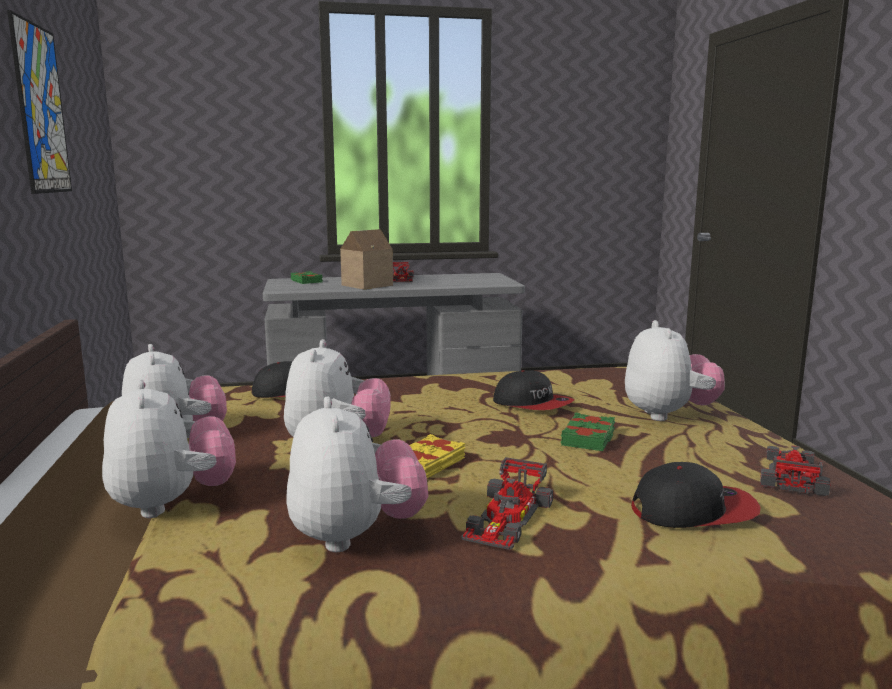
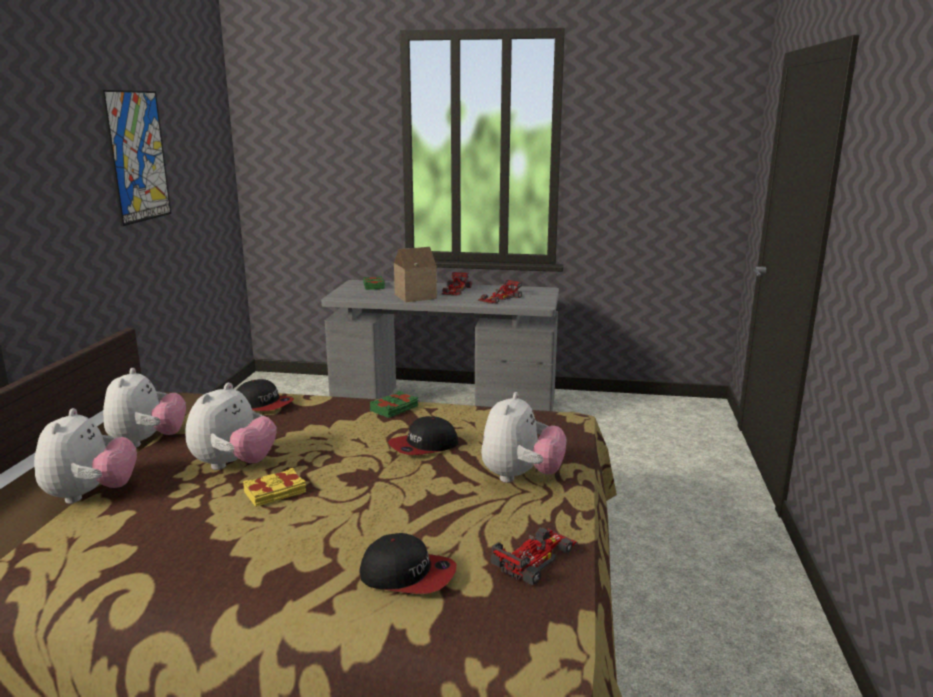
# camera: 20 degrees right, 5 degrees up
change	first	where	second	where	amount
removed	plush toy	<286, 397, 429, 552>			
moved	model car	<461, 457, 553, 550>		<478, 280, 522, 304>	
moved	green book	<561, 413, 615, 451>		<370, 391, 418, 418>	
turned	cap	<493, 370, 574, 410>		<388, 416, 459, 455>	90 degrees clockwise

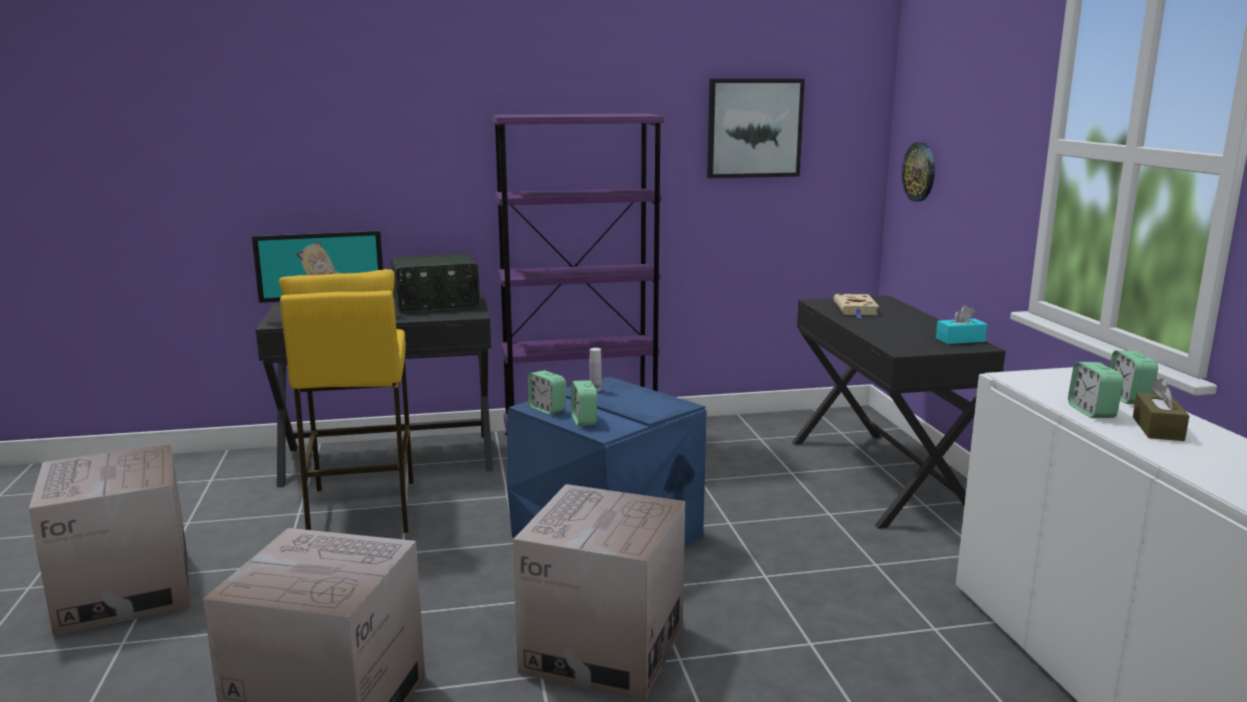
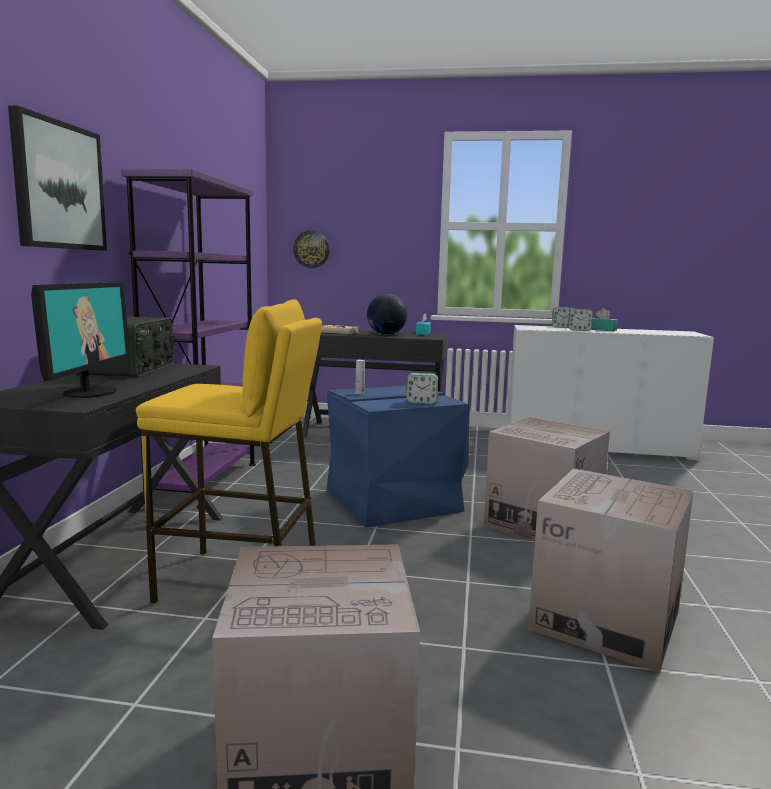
# camera: 70 degrees left, 5 degrees down
change	first	where	second	where	amount
removed	table clock	<528, 370, 566, 415>			
added			world globe	<367, 294, 407, 335>	
moved	wall picture	<707, 79, 805, 178>		<8, 106, 107, 251>	
recoloured	brownish tissue holder	<1133, 378, 1189, 441>	turquoise tissue holder	<591, 308, 618, 331>	

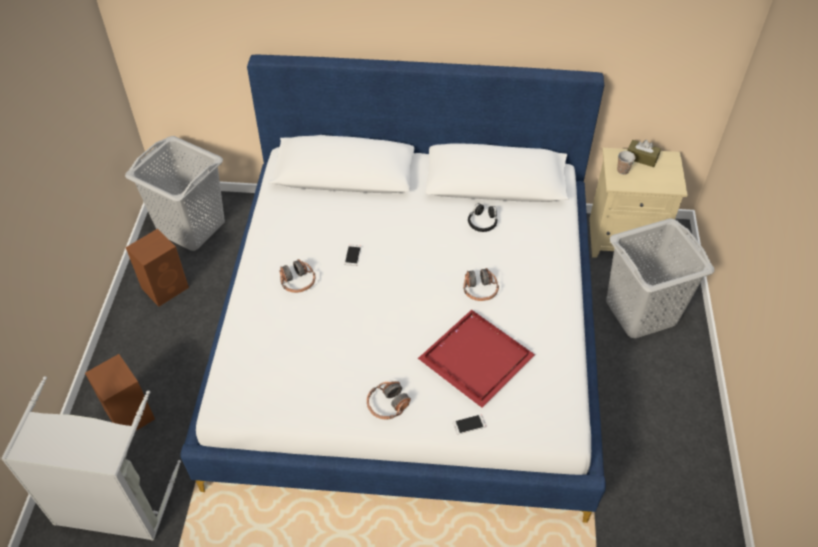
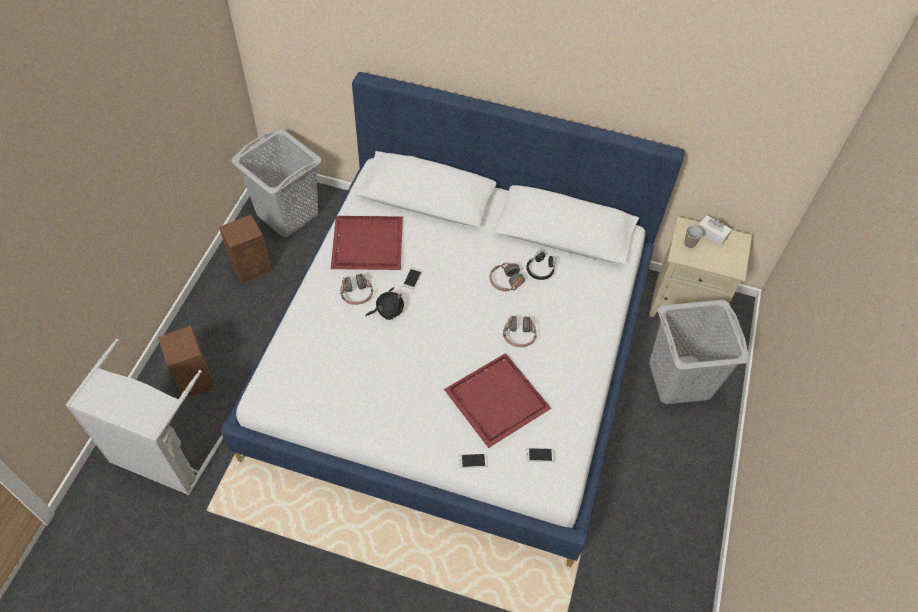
# camera: 10 degrees right, 5 degrees up
change	first	where	second	where	amount
added			reddish serving tray	<331, 216, 403, 270>	
added			black-coloured plush toy	<365, 287, 404, 320>	
added			handset	<526, 448, 555, 462>	
moved	headphones	<367, 381, 411, 419>		<490, 262, 525, 291>	
recoloured	brownish tissue holder	<627, 140, 661, 167>	white tissue holder	<698, 215, 732, 246>	

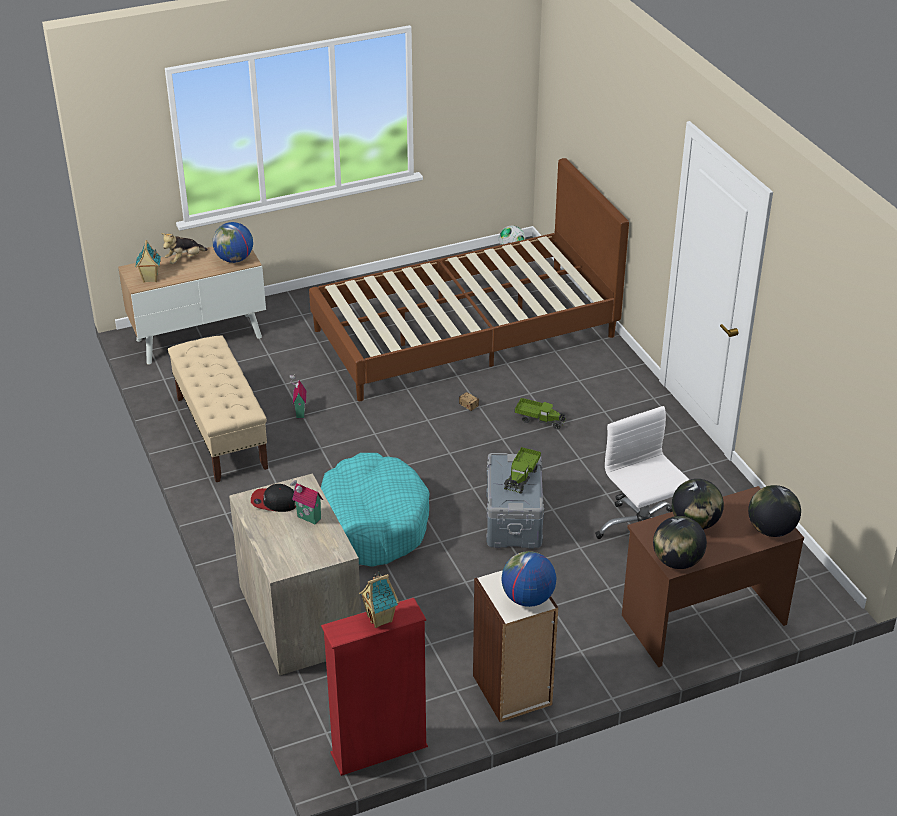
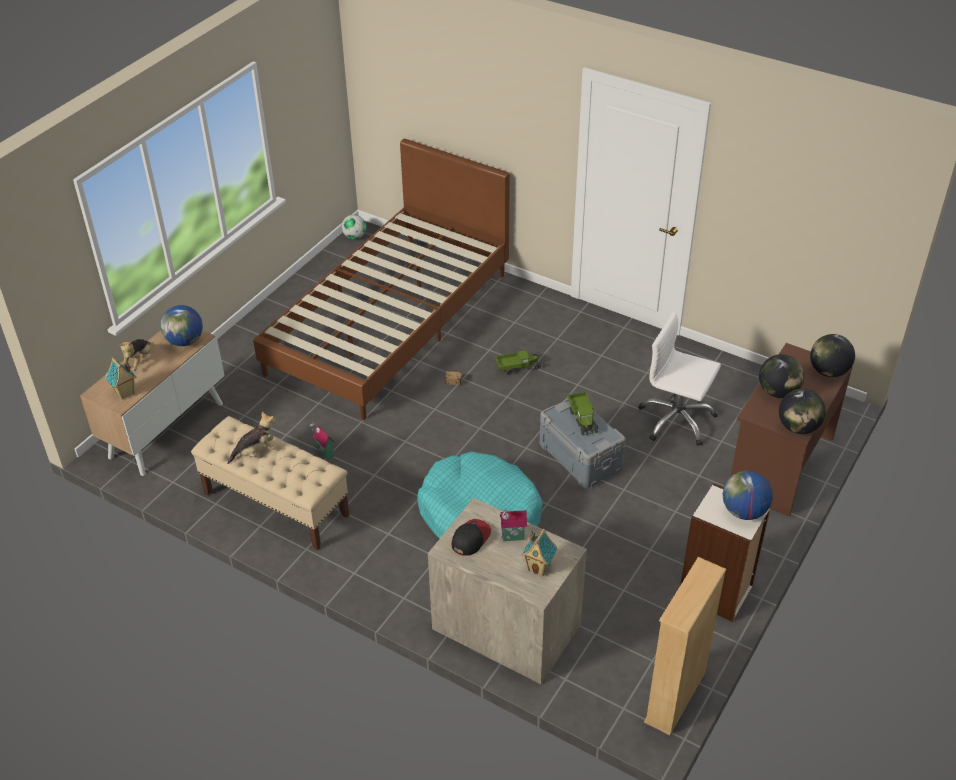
# camera: 35 degrees left, 5 degrees up
change	first	where	second	where	amount
added			plush toy	<227, 412, 276, 464>	
moved	model house	<359, 571, 399, 628>		<522, 529, 557, 576>	
recoloured	reddish bookshelf	<321, 598, 428, 776>	sand-coloured bookshelf	<644, 557, 726, 735>	
turned	cap	<251, 484, 296, 512>		<452, 519, 491, 556>	150 degrees clockwise

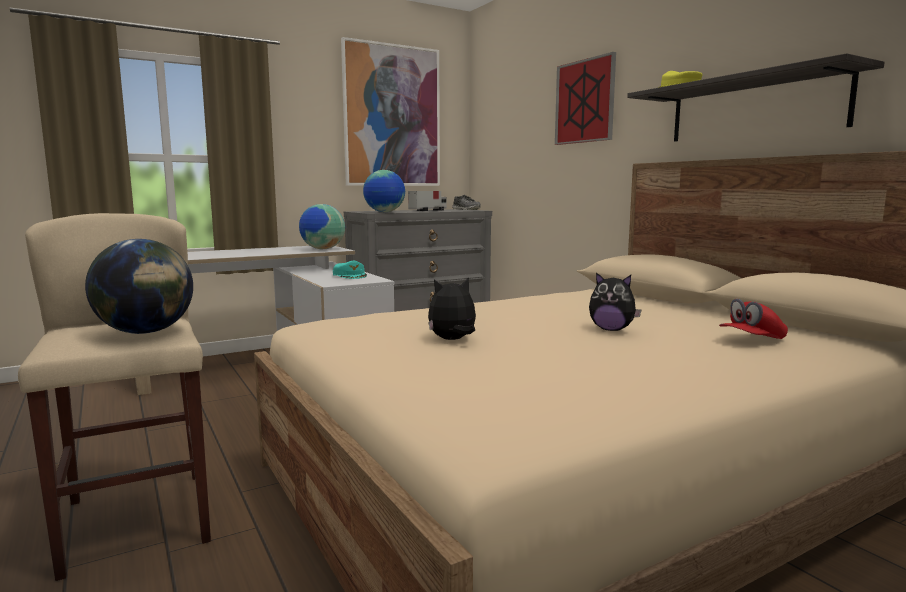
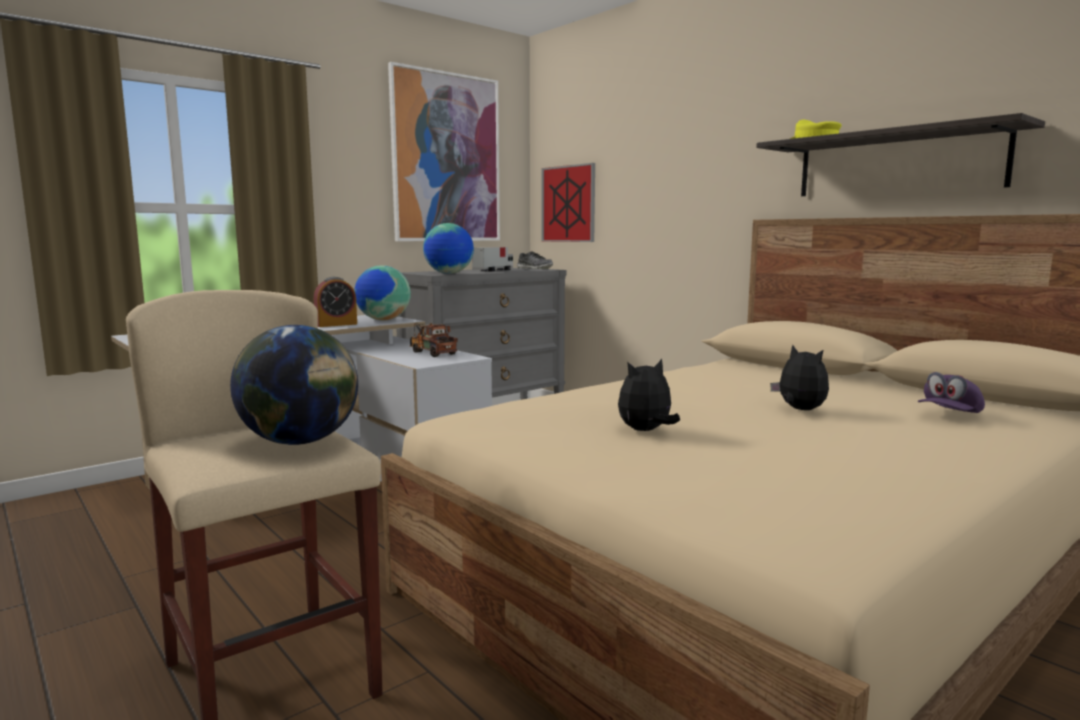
# camera: 10 degrees left, 0 degrees up
change	first	where	second	where	amount
added			table clock	<314, 277, 357, 327>	
moved	wall picture	<555, 52, 616, 145>		<541, 163, 595, 242>	
replaced	turquoise cap	<333, 261, 367, 279>	toy truck	<410, 323, 458, 357>	
recoloured	reddish cap	<719, 299, 788, 339>	purplish cap	<918, 372, 985, 413>	
turned	plush toy	<589, 273, 641, 331>		<770, 345, 829, 410>	135 degrees counterclockwise

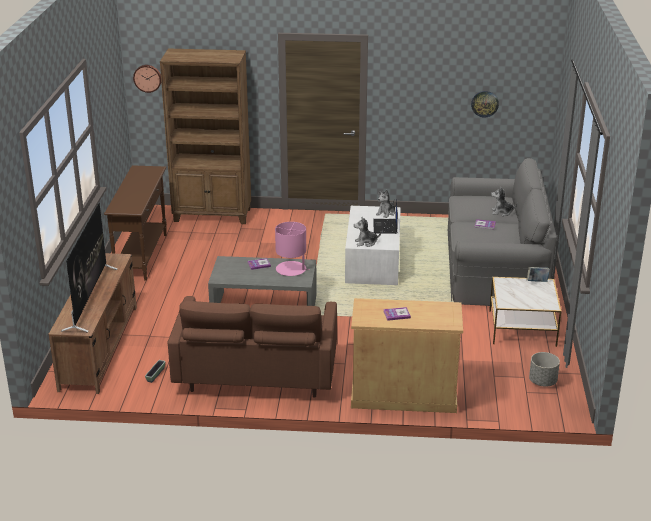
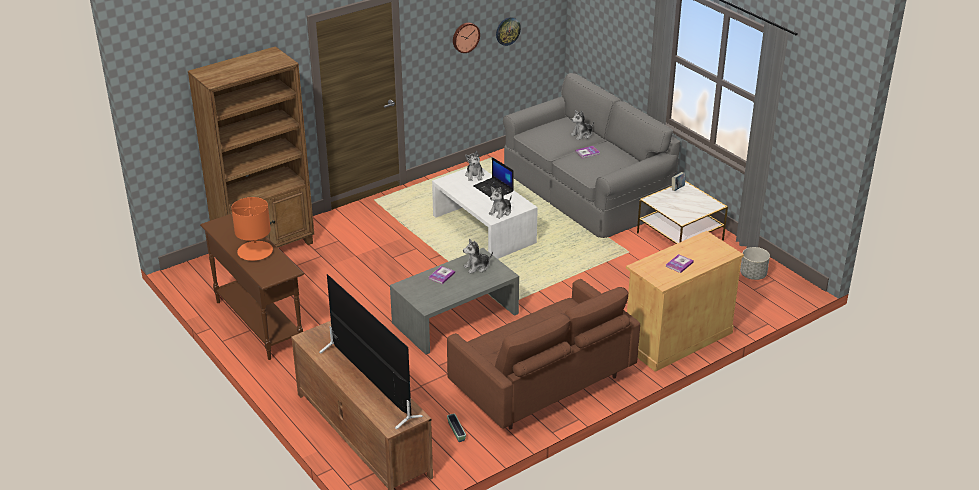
# camera: 40 degrees left, 5 degrees up
change	first	where	second	where	amount
added			orange-coloured lamp for a table	<231, 197, 273, 261>	
moved	hanging clock	<133, 65, 161, 93>		<453, 23, 480, 53>	
replaced	pink-coloured lamp for a table	<275, 222, 310, 276>	plush toy	<463, 239, 493, 274>	

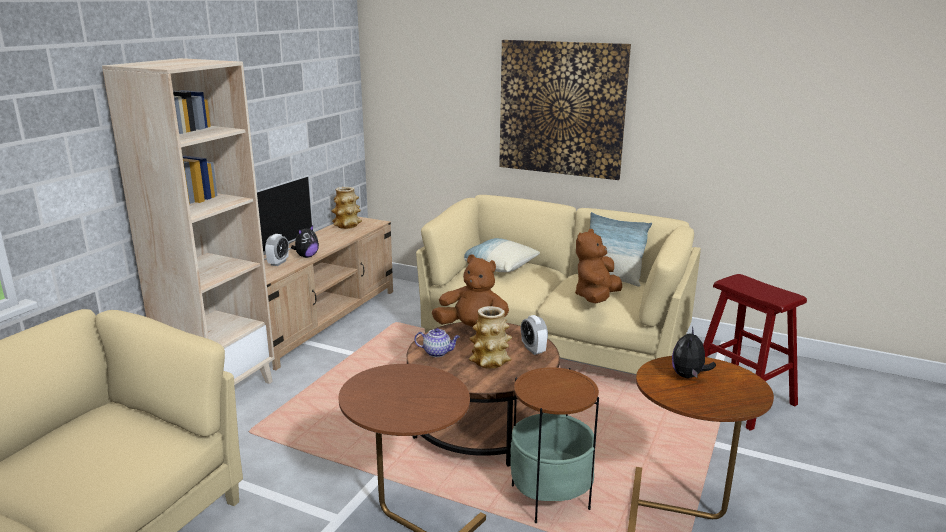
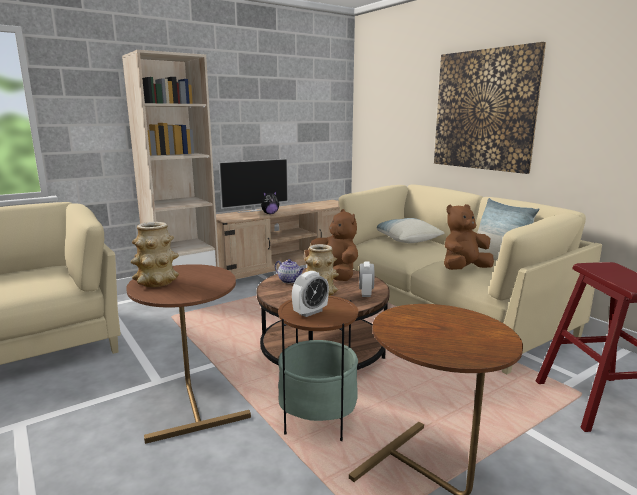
# camera: 30 degrees right, 5 degrees down
change	first	where	second	where	amount
removed	plush toy	<672, 326, 716, 378>			
moved	table clock	<265, 234, 289, 266>		<292, 271, 329, 317>	
moved	decorative vase	<331, 187, 362, 229>		<131, 222, 179, 287>	

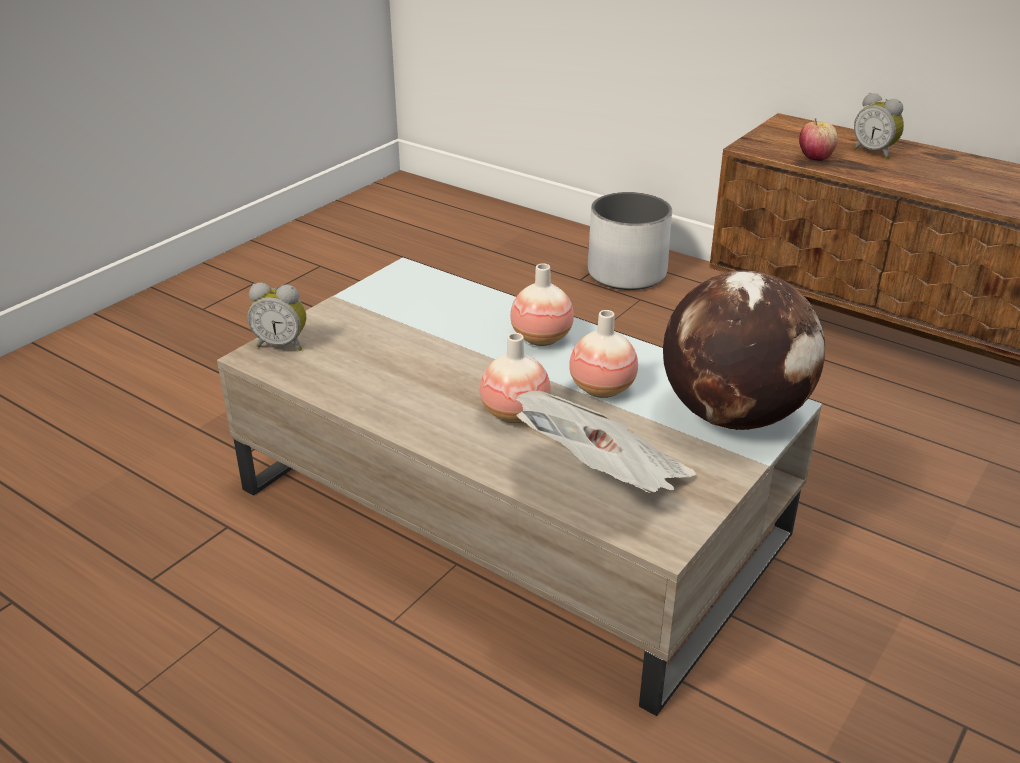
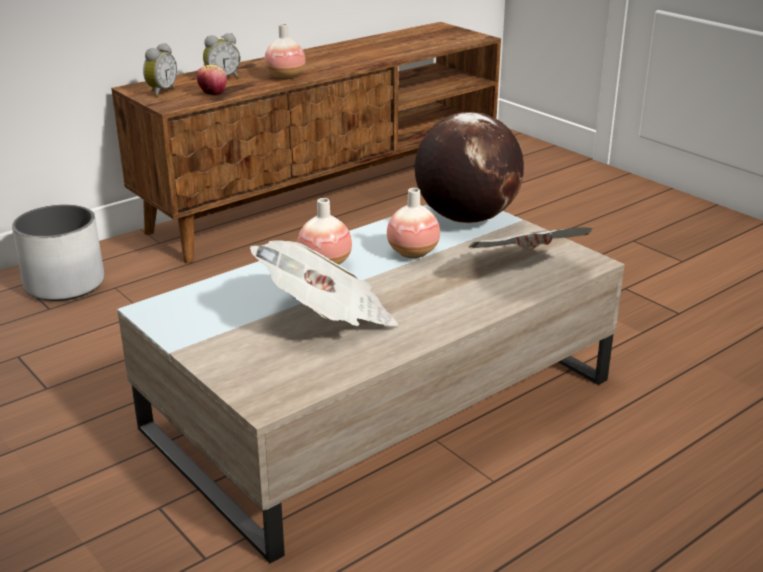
# camera: 75 degrees left, 5 degrees down
change	first	where	second	where	amount
added			newspaper	<250, 240, 399, 326>	
moved	table clock	<247, 282, 306, 351>		<143, 43, 177, 97>	
moved	decorative vase	<480, 333, 551, 423>		<264, 24, 305, 80>	

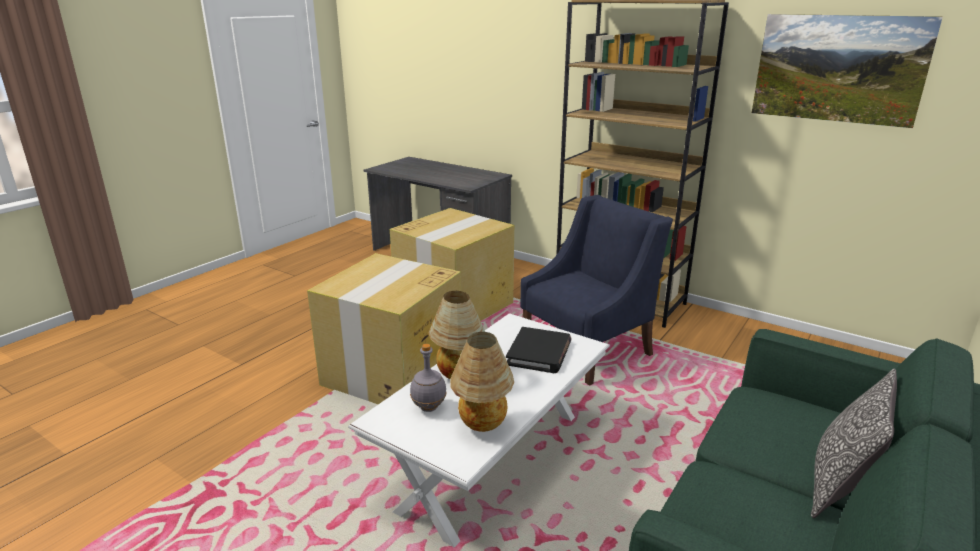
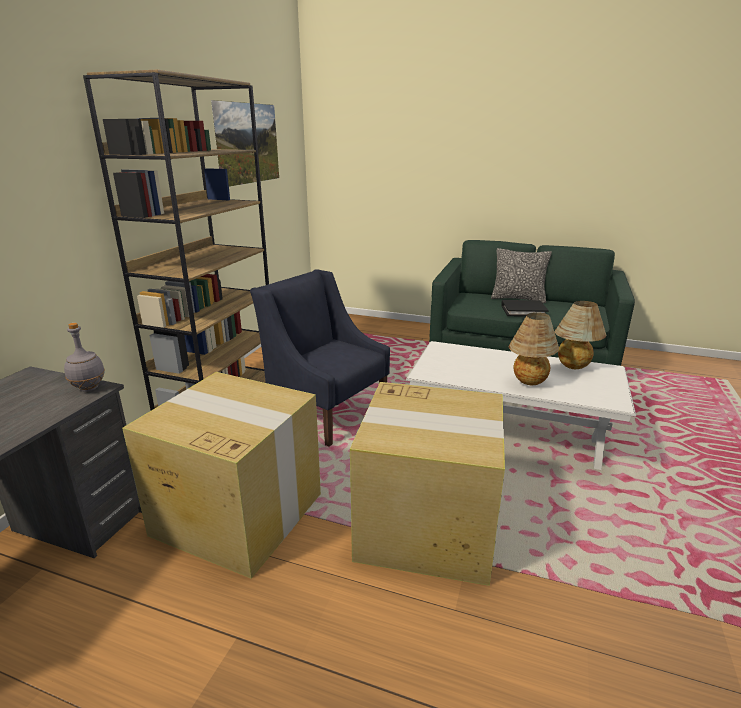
# camera: 105 degrees left, 0 degrees up
change	first	where	second	where	amount
moved	greyish bottle	<410, 344, 447, 412>		<64, 323, 105, 391>	
moved	black-coloured book	<506, 327, 571, 373>		<501, 300, 549, 317>	

